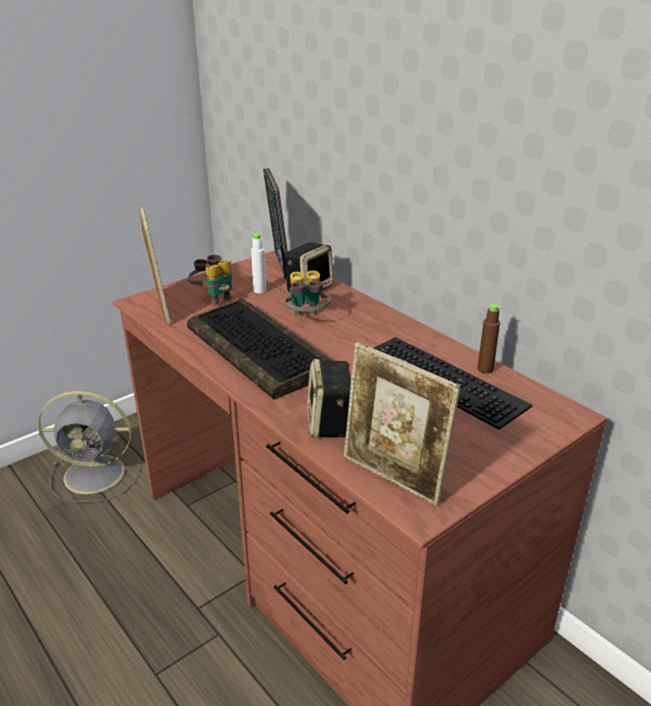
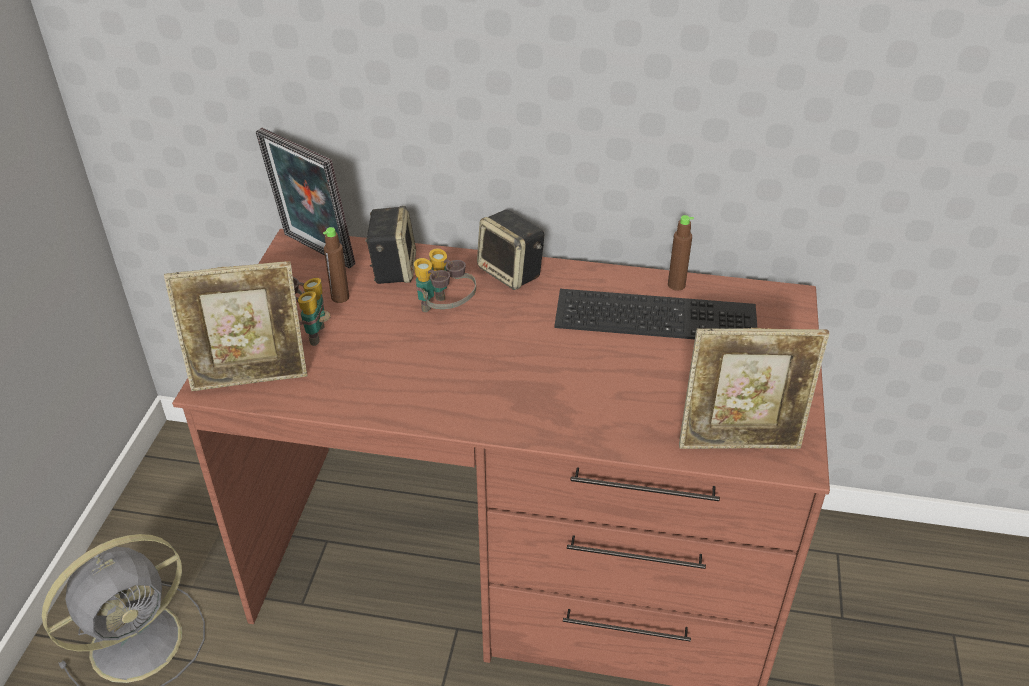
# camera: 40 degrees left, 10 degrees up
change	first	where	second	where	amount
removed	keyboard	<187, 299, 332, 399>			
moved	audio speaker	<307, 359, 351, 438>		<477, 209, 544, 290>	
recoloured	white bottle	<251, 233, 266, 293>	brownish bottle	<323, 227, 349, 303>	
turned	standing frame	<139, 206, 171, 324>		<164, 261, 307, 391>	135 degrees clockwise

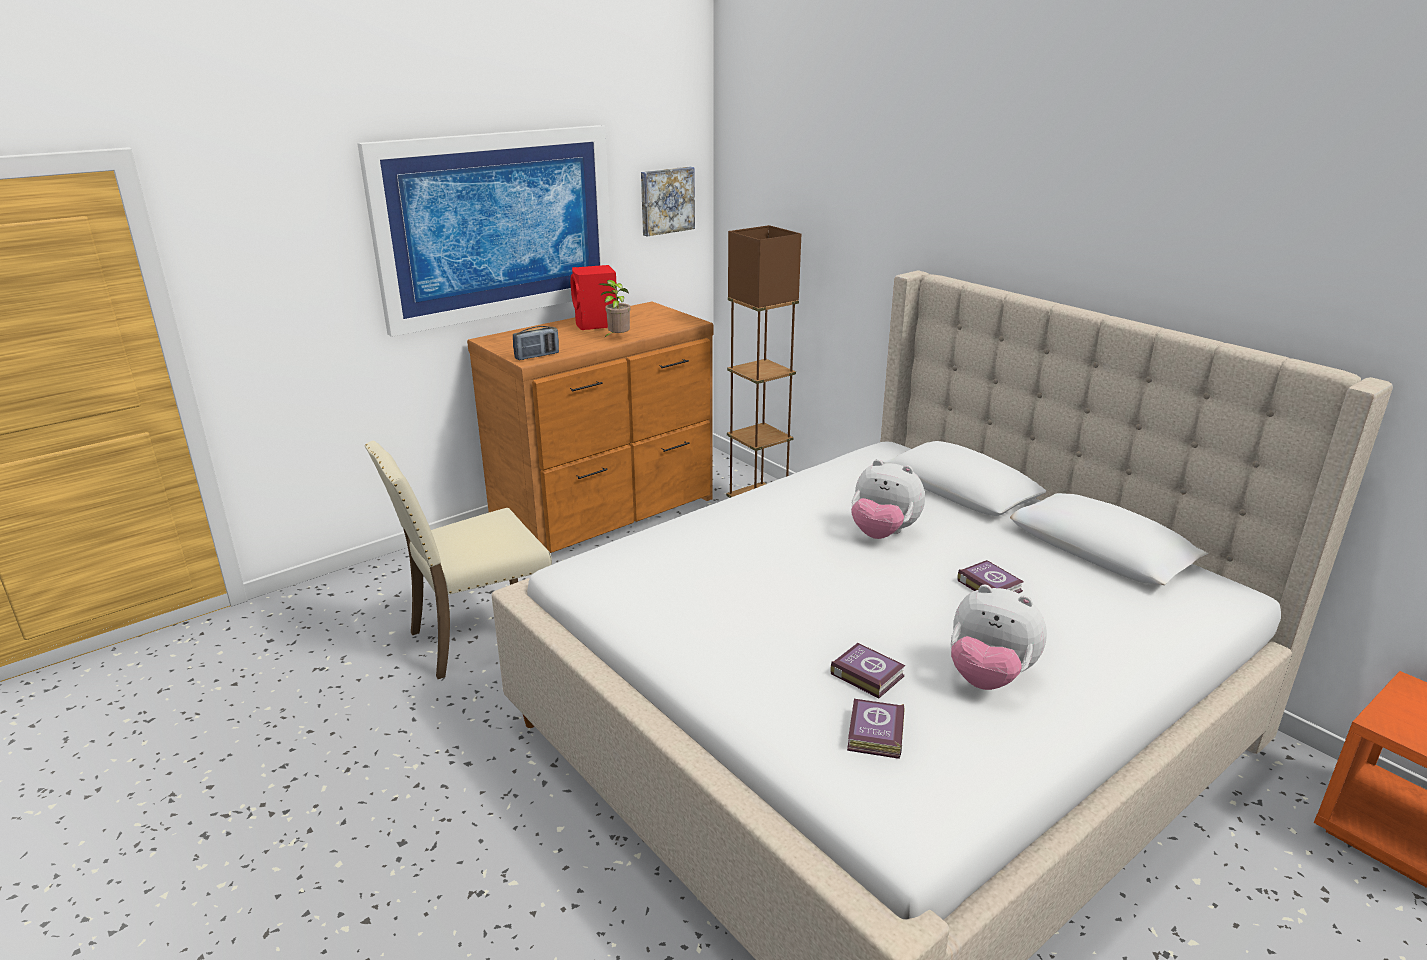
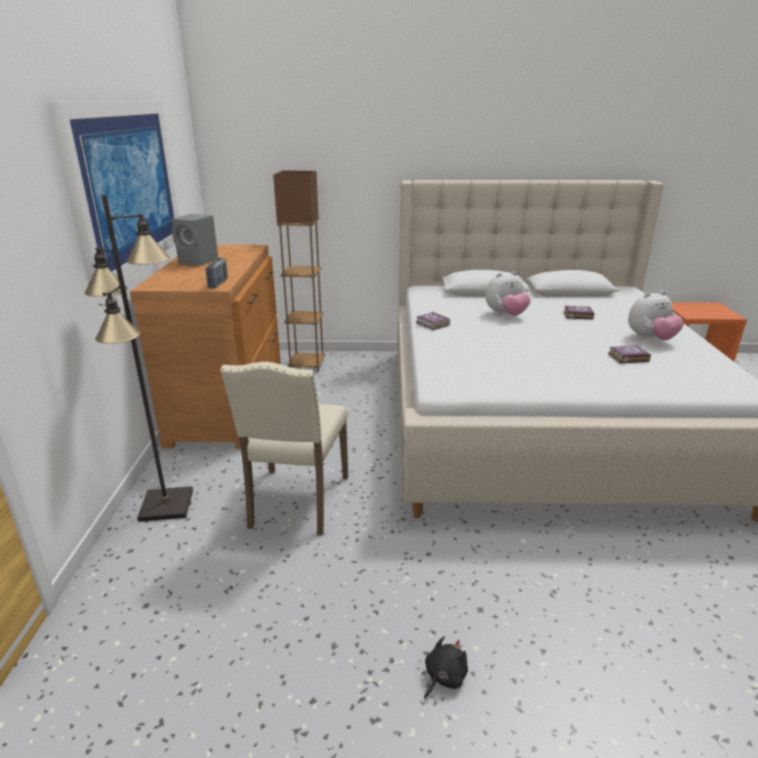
# camera: 50 degrees left, 0 degrees up
change	first	where	second	where	amount
removed	potted plant	<599, 280, 631, 339>			
removed	wall picture	<641, 167, 695, 236>			
added			black-coloured standard lamp	<84, 194, 193, 522>	
added			black-coloured plush toy	<424, 636, 468, 699>	
moved	book	<847, 699, 904, 759>		<416, 312, 450, 330>	
recoloured	reddish audio speaker	<571, 265, 617, 330>	greyish audio speaker	<172, 214, 218, 266>	

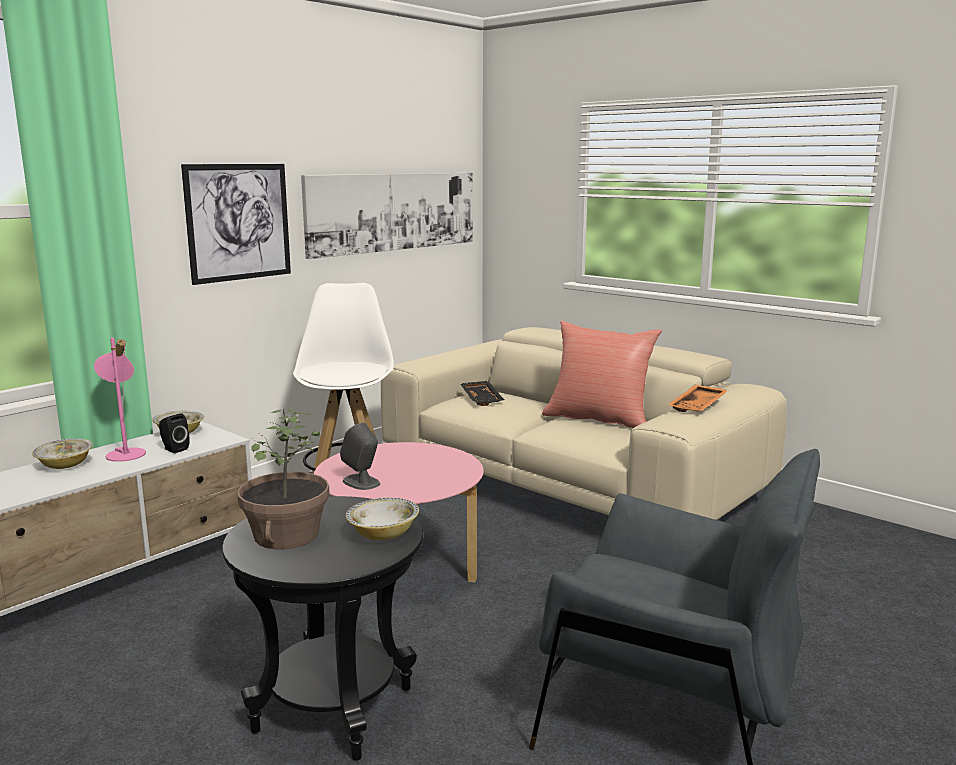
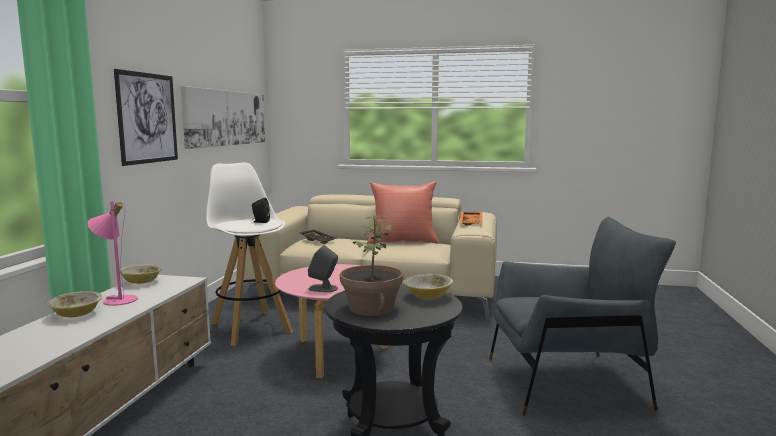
# camera: 30 degrees left, 5 degrees down
change	first	where	second	where	amount
moved	black-coloured audio speaker	<159, 413, 190, 453>		<252, 198, 270, 223>	

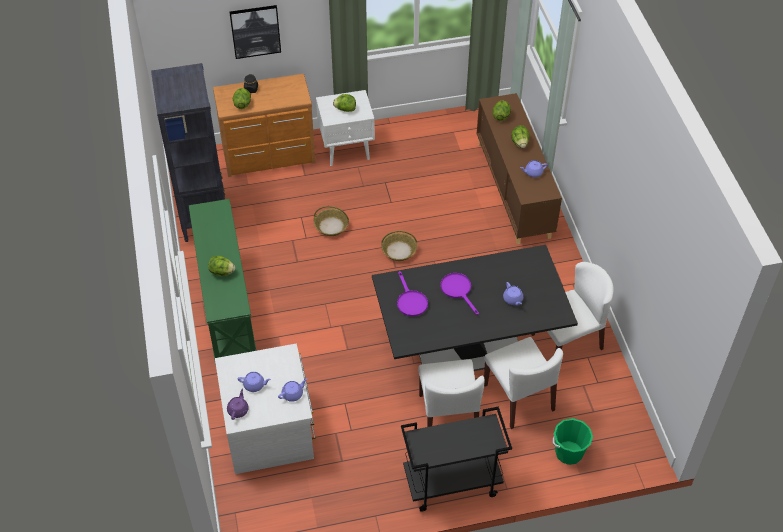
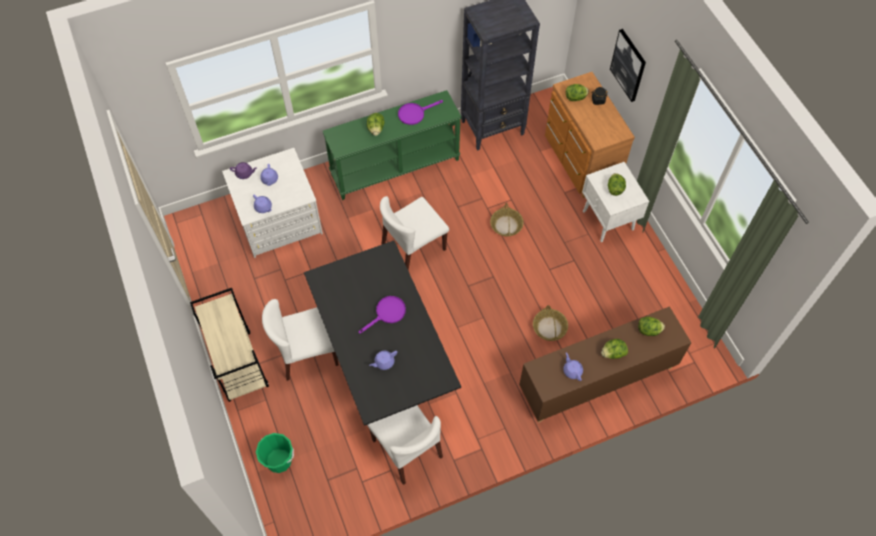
# camera: 80 degrees right, 10 degrees up
change	first	where	second	where	amount
moved	household basket	<381, 231, 417, 261>		<533, 305, 568, 341>	
moved	purplish pan	<397, 271, 428, 316>		<398, 100, 443, 125>	
moved	white plain chair	<484, 337, 563, 429>		<380, 196, 449, 270>	
recoloured	black-coloured wheeled cart	<401, 407, 512, 512>	sand-coloured wheeled cart	<190, 288, 269, 402>	

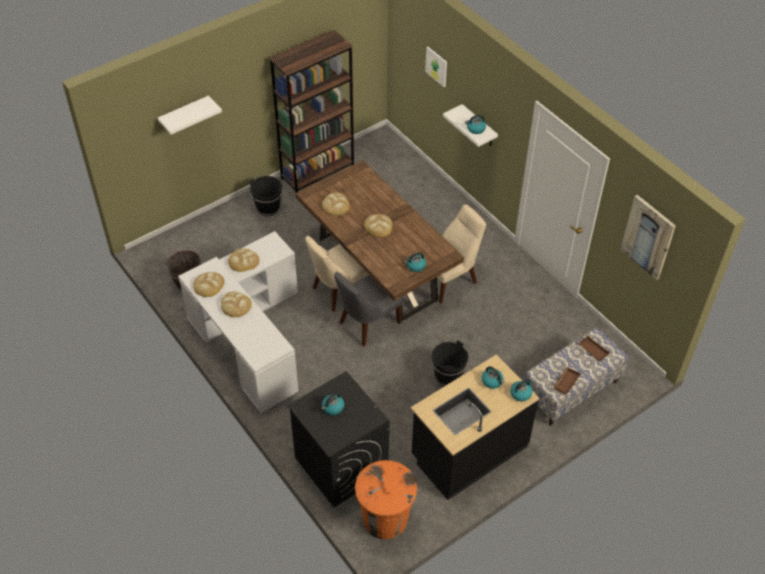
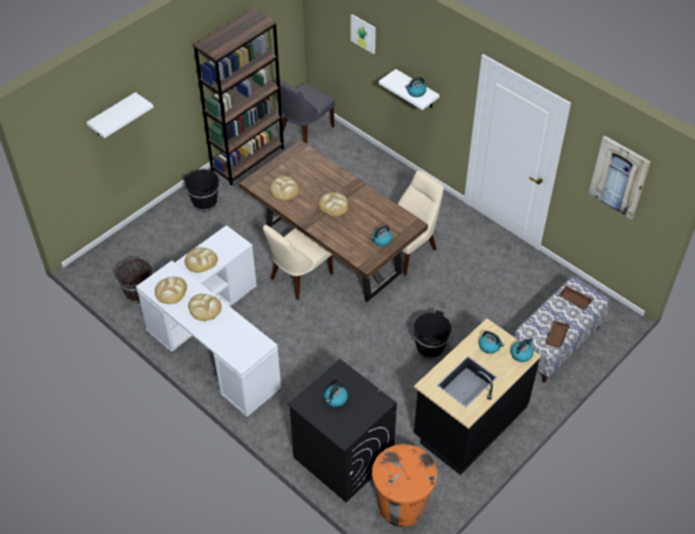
# camera: 10 degrees left, 0 degrees up
change	first	where	second	where	amount
moved	greyish plain chair	<334, 272, 403, 346>		<274, 78, 335, 144>	

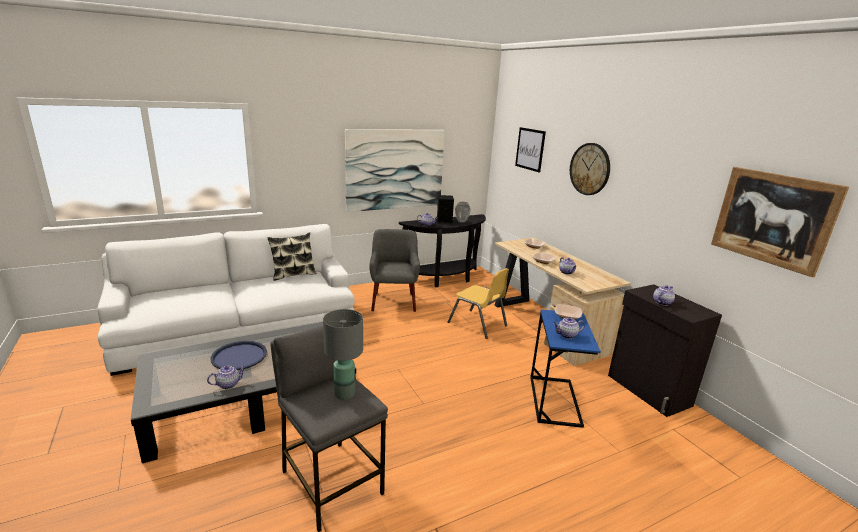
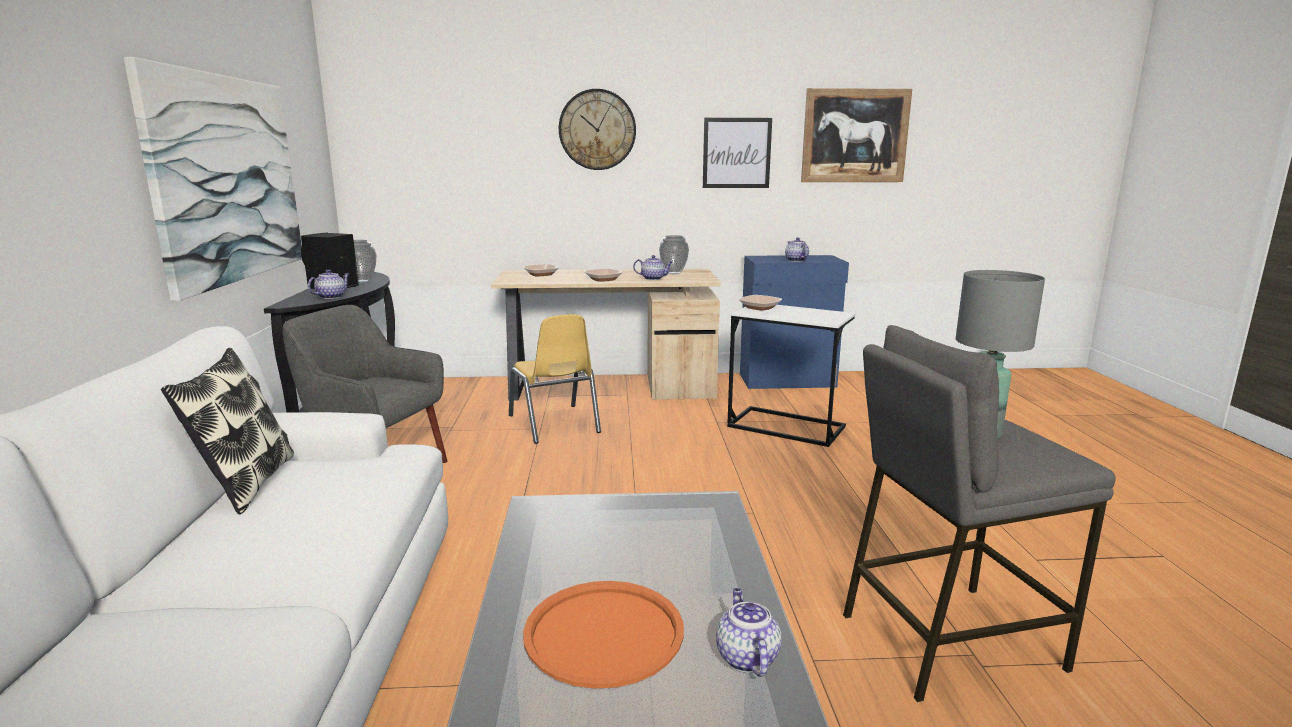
# camera: 65 degrees left, 5 degrees down
change	first	where	second	where	amount
removed	pot for tea	<553, 317, 585, 339>			
added			decorative vase	<659, 235, 689, 274>	
moved	wall picture	<515, 127, 546, 173>		<703, 118, 772, 188>	
recoloured	blue serving tray	<210, 341, 267, 370>	orange-coloured serving tray	<523, 581, 684, 689>	
recoloured	blue side table	<530, 309, 601, 428>	white side table	<727, 305, 856, 447>	
recoloured	black-coloured cabinet	<608, 284, 722, 417>	blue cabinet	<740, 255, 849, 389>	
turned	yellow-coloured plain chair	<448, 268, 509, 339>		<509, 314, 601, 444>	90 degrees clockwise

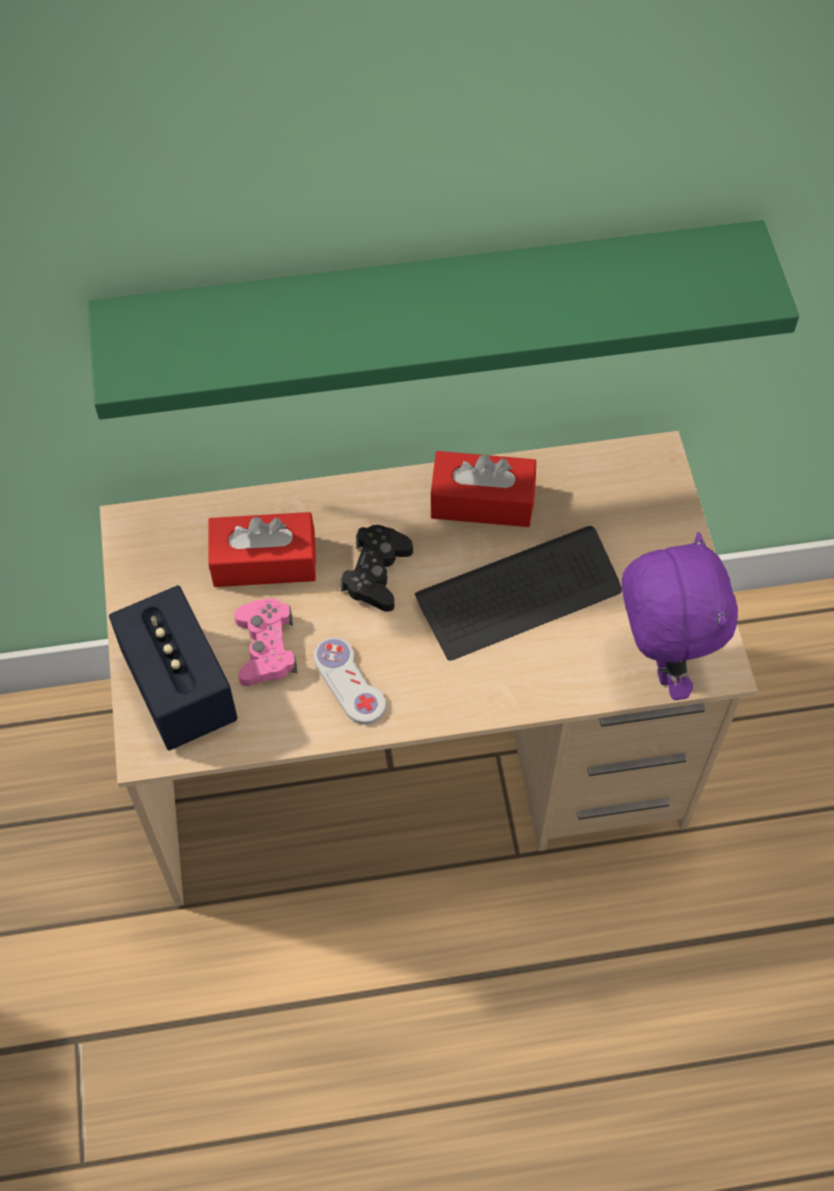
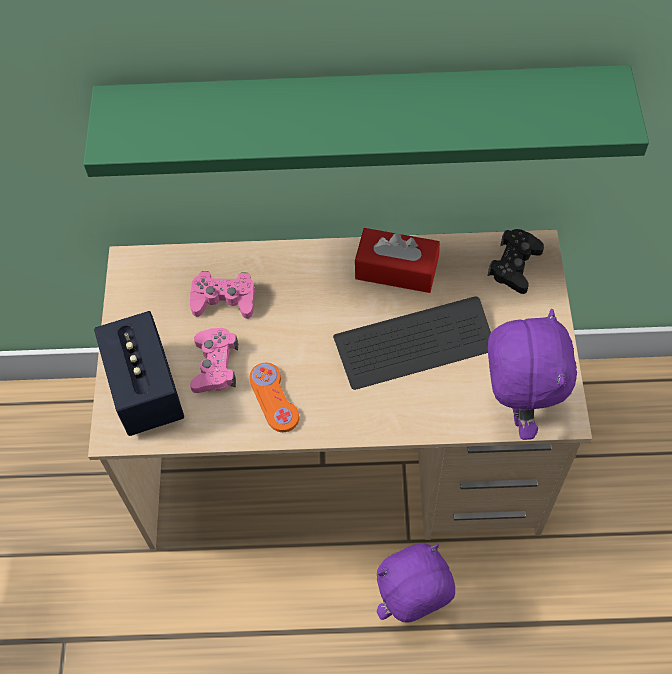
# camera: 10 degrees right, 0 degrees up
change	first	where	second	where	amount
added			purplish plush toy	<377, 543, 455, 623>	
moved	black-coloured game controller	<340, 525, 413, 611>		<488, 229, 544, 294>	
replaced	reddish tissue holder	<208, 512, 316, 587>	pink-coloured game controller	<190, 271, 255, 319>	
recoloured	white game controller	<314, 637, 386, 725>	orange-coloured game controller	<250, 363, 299, 432>	

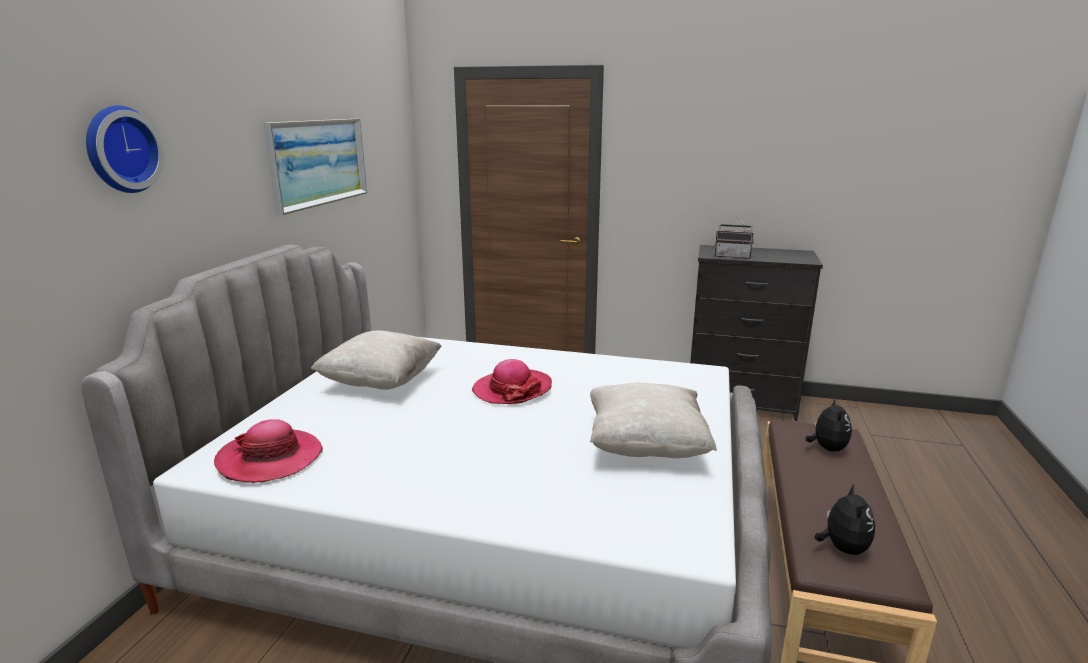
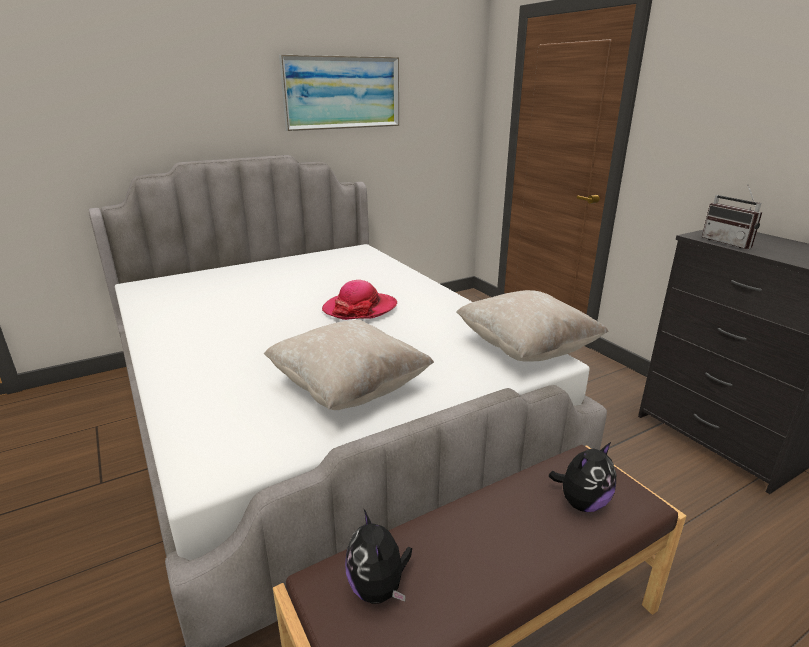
# camera: 45 degrees right, 5 degrees up
change	first	where	second	where	amount
removed	hanging clock	<86, 106, 165, 193>			
removed	wearable hat	<214, 419, 323, 483>			
moved	sand-coloured throw pillow	<311, 331, 442, 390>		<456, 290, 609, 362>	
turned	plush toy	<814, 484, 875, 555>		<345, 510, 412, 604>	105 degrees clockwise

